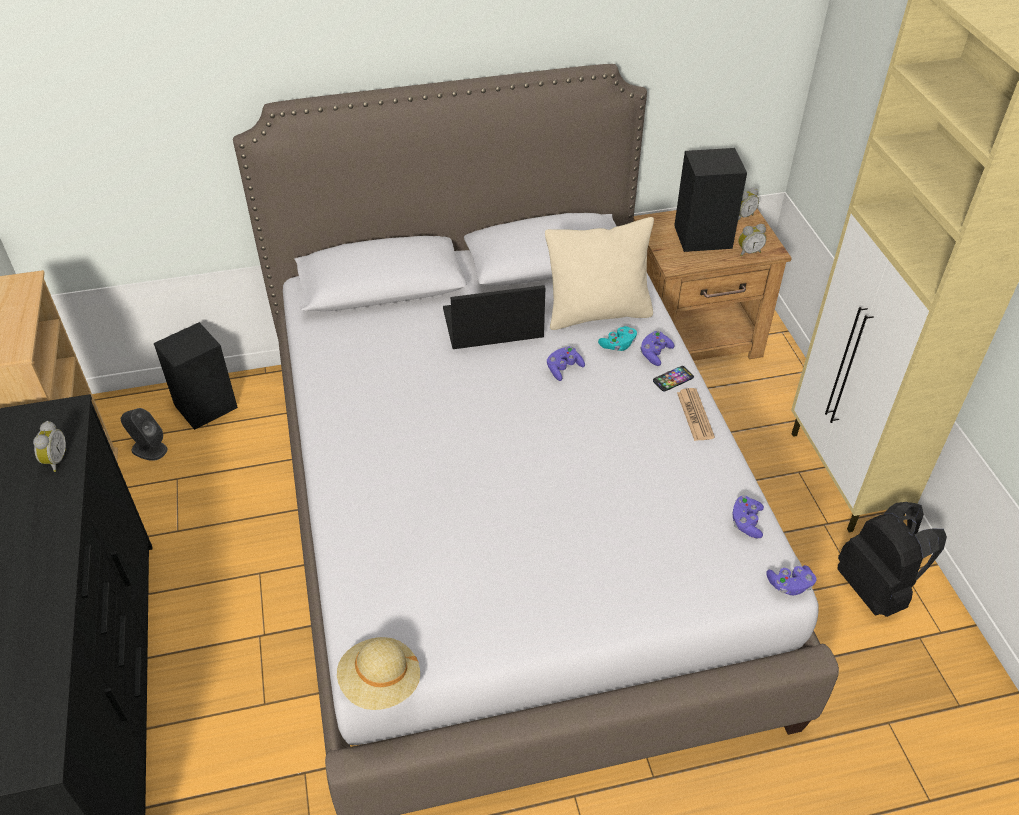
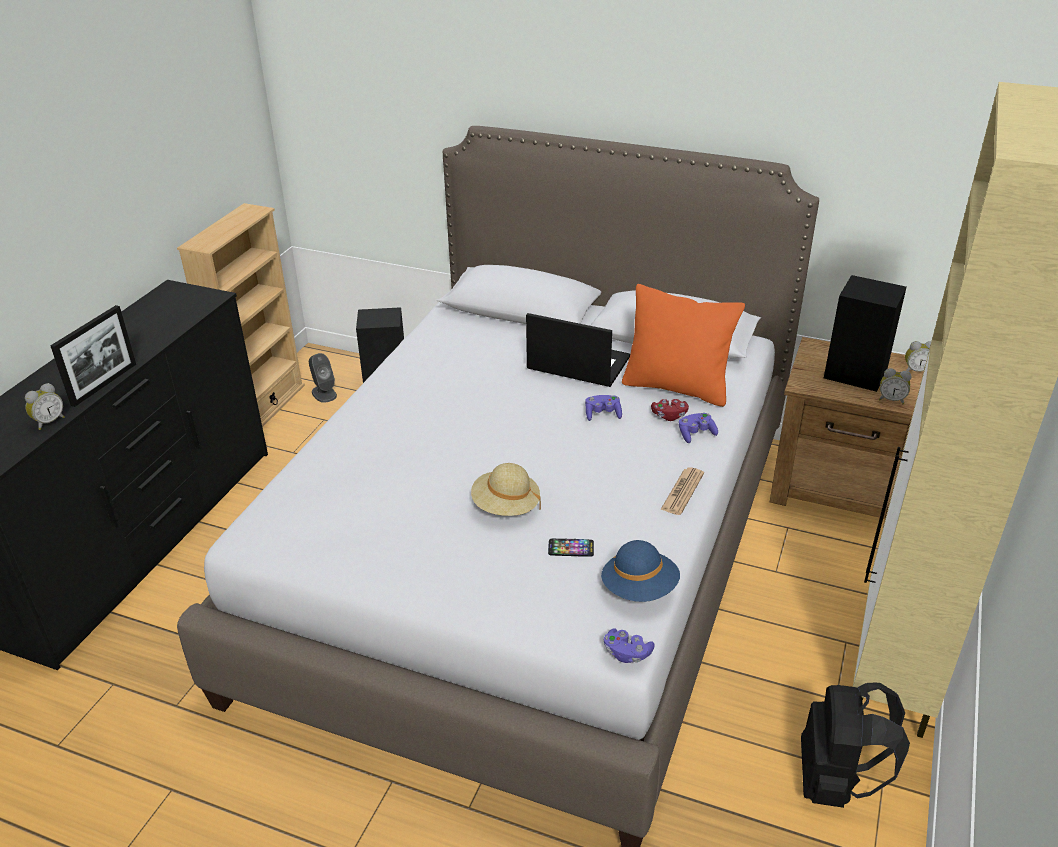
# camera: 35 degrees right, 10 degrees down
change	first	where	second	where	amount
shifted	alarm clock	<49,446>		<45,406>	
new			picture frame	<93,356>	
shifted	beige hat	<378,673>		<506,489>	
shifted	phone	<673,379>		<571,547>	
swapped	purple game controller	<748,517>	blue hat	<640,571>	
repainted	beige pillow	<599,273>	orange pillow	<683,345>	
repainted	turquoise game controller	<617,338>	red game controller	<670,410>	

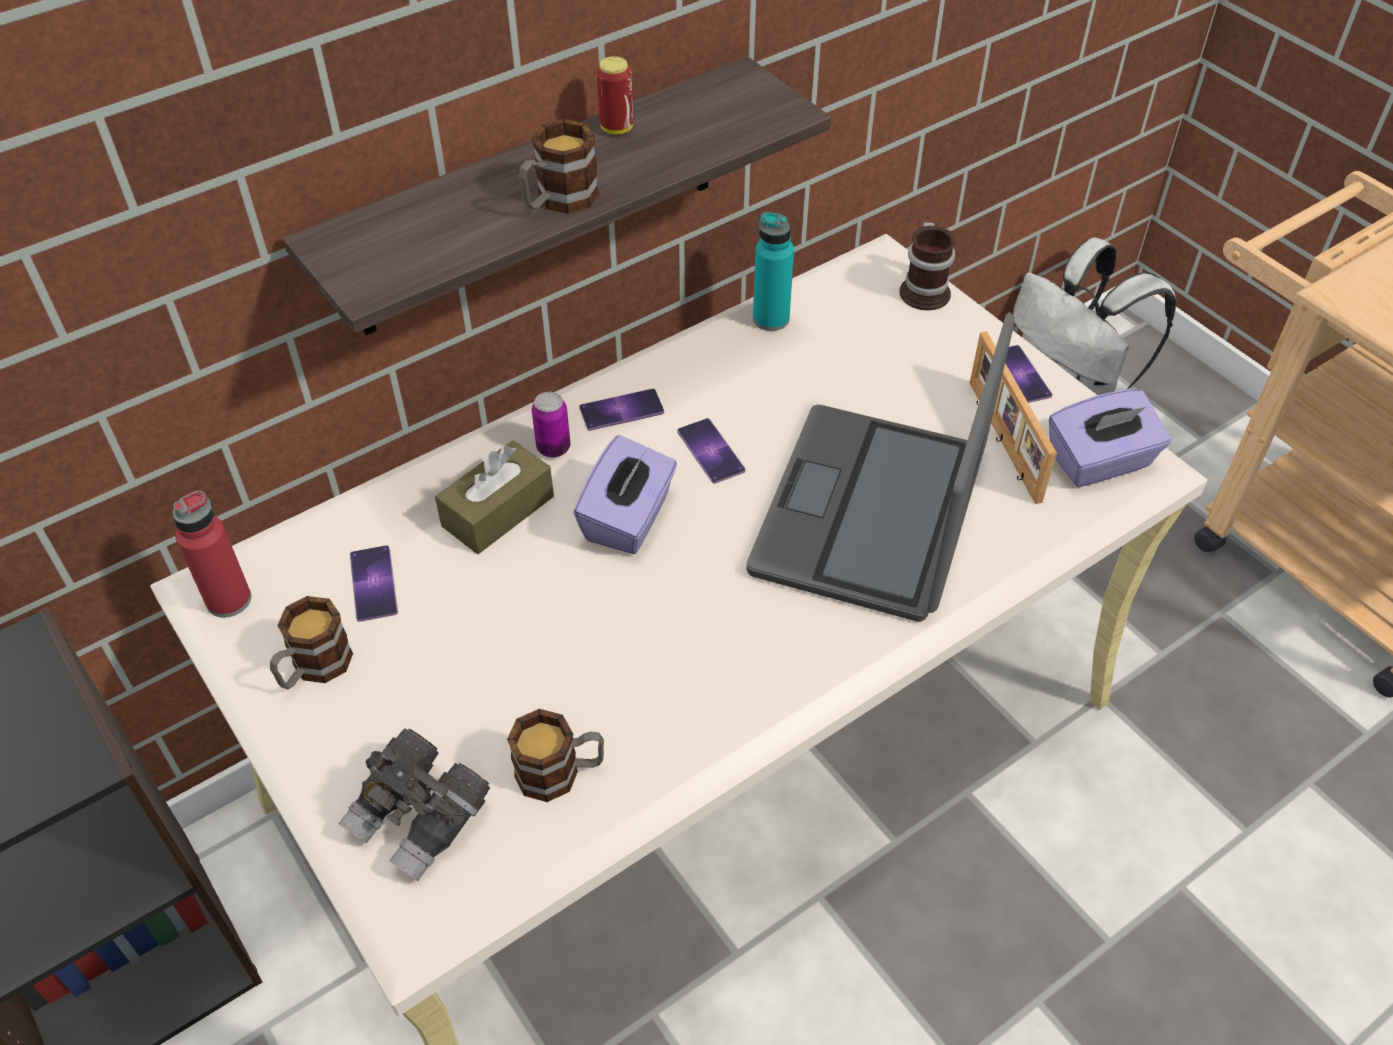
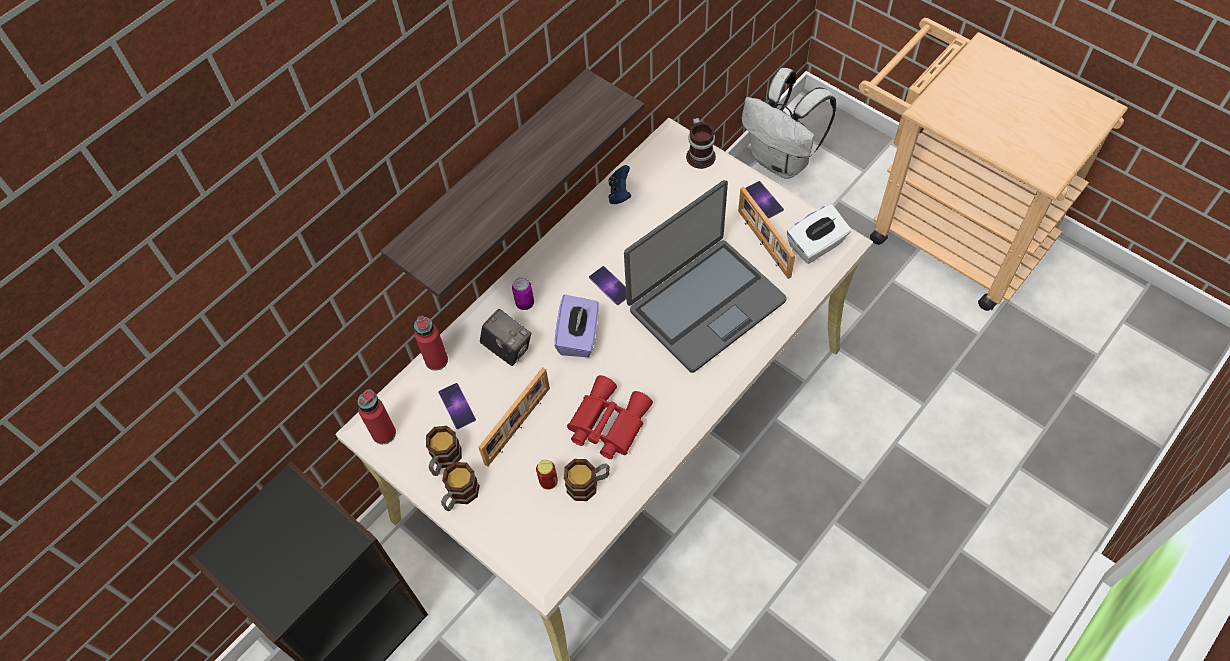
# camera: 10 degrees left, 10 degrees up
change	first	where	second	where	amount
new			red bottle	<431,343>	
shifted	mug	<559,166>		<460,486>	
new			picture frame	<514,417>	
swapped	brown tissue box	<494,497>	photo camera	<505,337>	
shifted	can	<615,95>		<547,475>	
new			red binoculars	<610,417>	
swapped	turquoise bottle	<773,271>	blue game controller	<619,184>	
rotated	laptop	<880,467>		<705,276>	135 degrees counterclockwise
repainted	purple tissue box	<1110,438>	white tissue box	<819,234>	
gone	grey binoculars	<414,805>			
gone	phone	<621,409>			

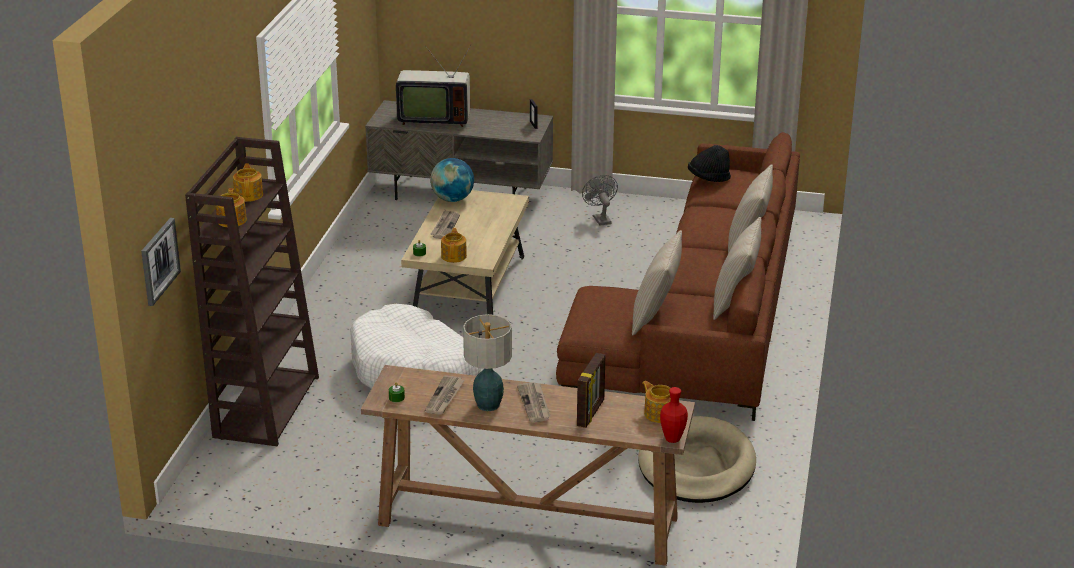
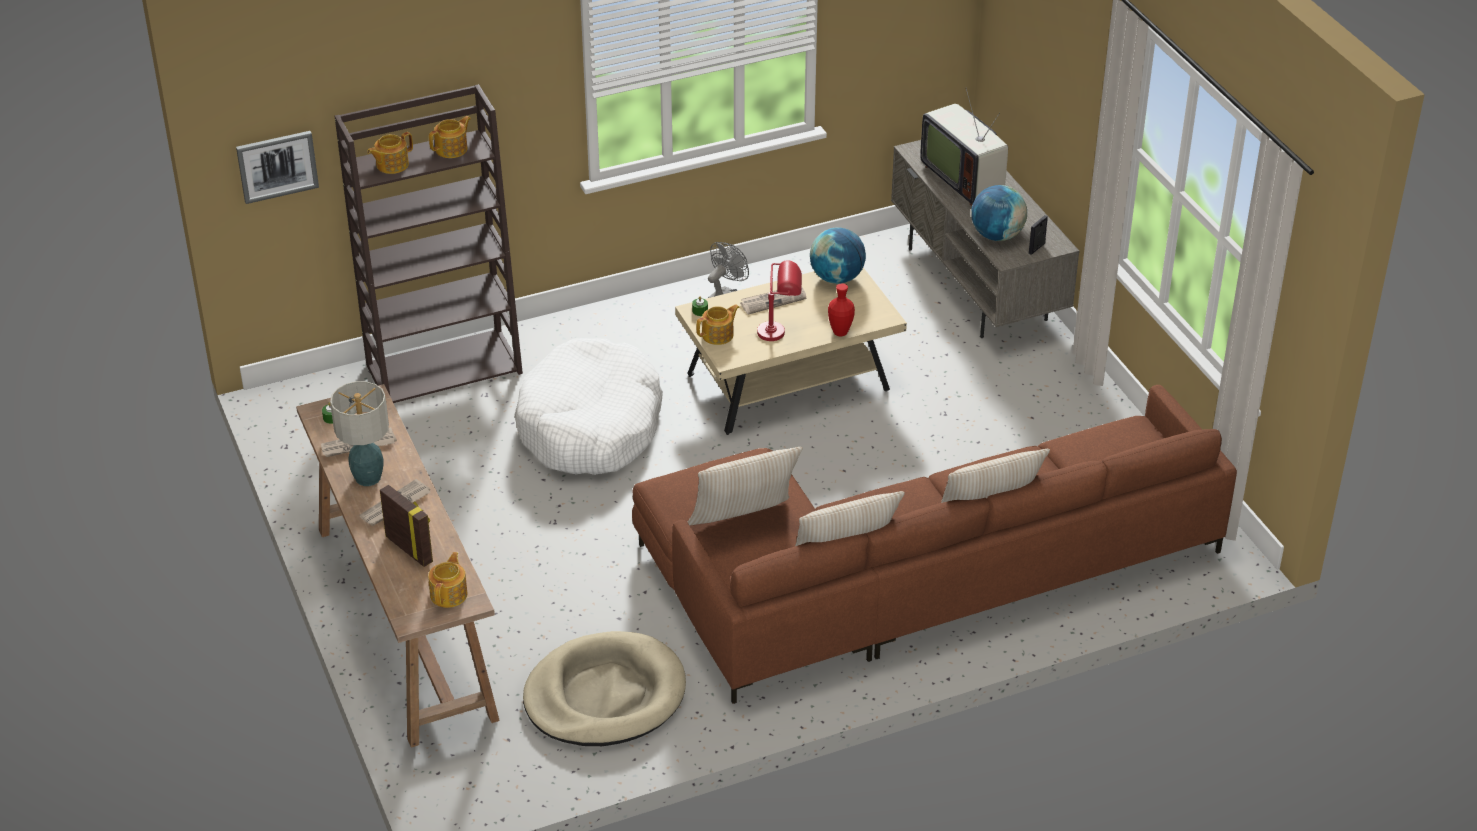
# camera: 55 degrees right, 10 degrees up
change	first	where	second	where	amount
rotated	picture frame	<591,390>		<406,526>	120 degrees counterclockwise
shifted	grey fan	<600,200>		<728,270>	
new			red table lamp	<779,300>	
shifted	red vase	<674,415>		<841,309>	
new			globe	<999,213>	
gone	black hat	<709,163>			

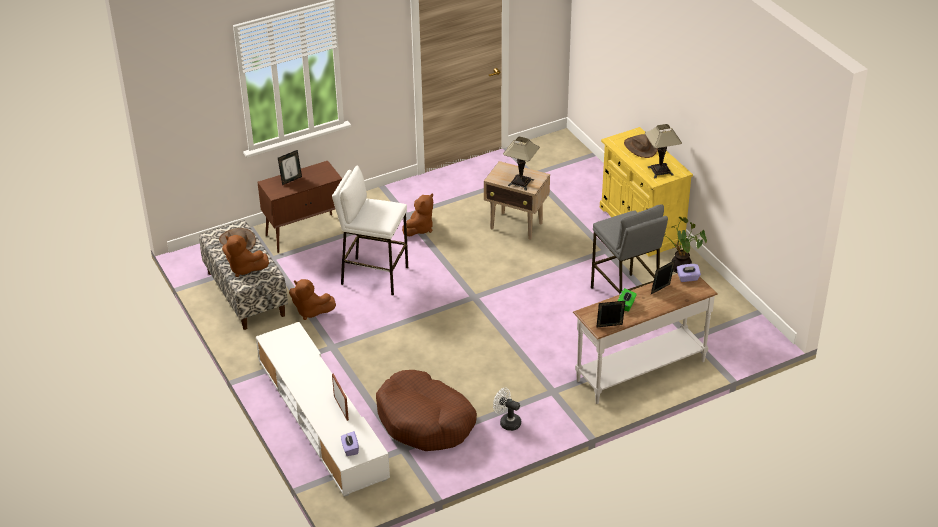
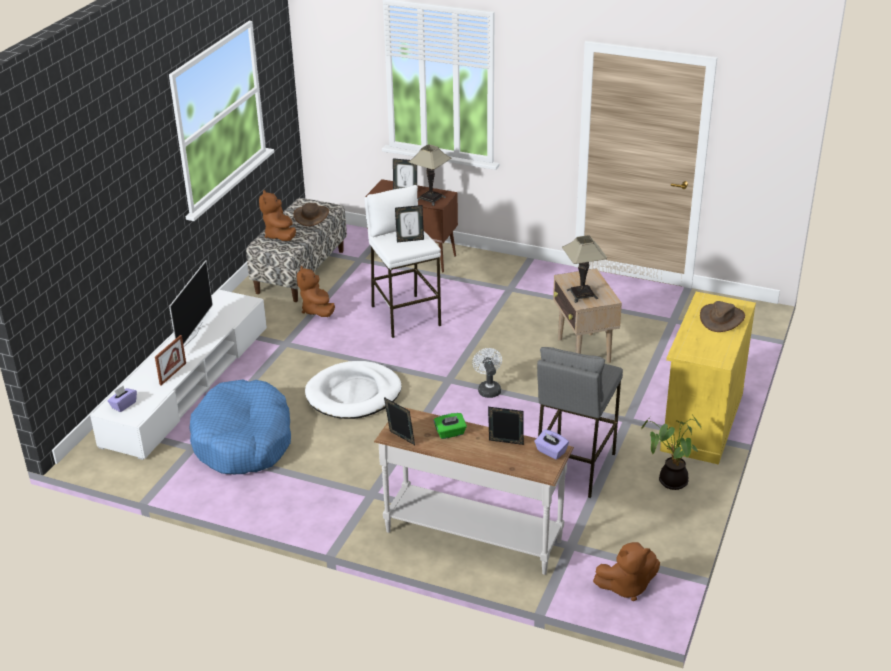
# camera: 50 degrees right, 5 degrees down
change	first	where	second	where	amount
new			television	<191,303>	
repainted	brown dog bed	<426,410>	blue dog bed	<240,426>	
new			white dog bed	<353,390>	
new			picture frame	<409,223>	
shifted	table lamp	<663,151>		<430,175>	
shifted	white fan	<507,409>		<487,373>	
shifted	brown plush toy	<417,214>		<626,571>	

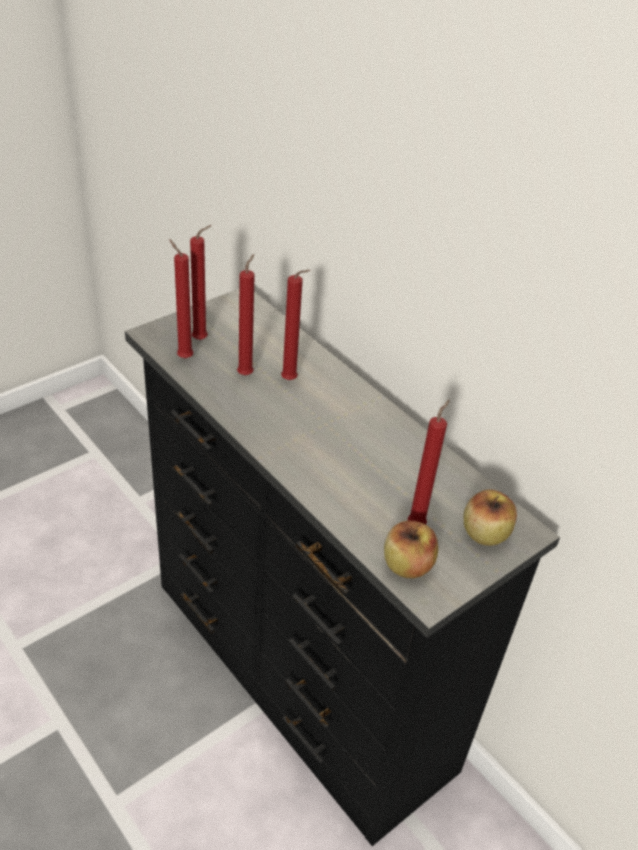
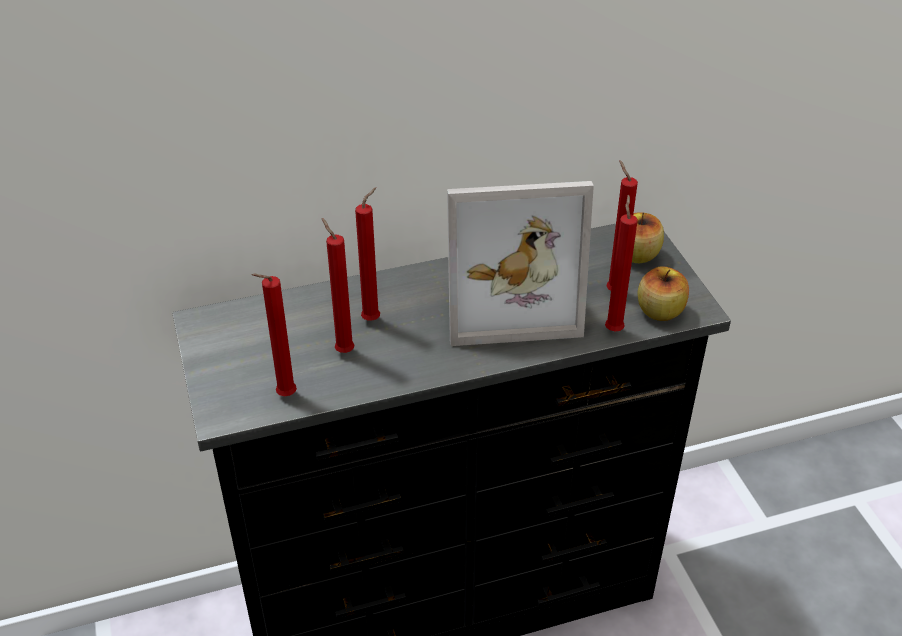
# camera: 65 degrees left, 0 degrees up
change	first	where	second	where	amount
new			picture frame	<520,263>	
shifted	red candle	<200,282>		<621,263>	

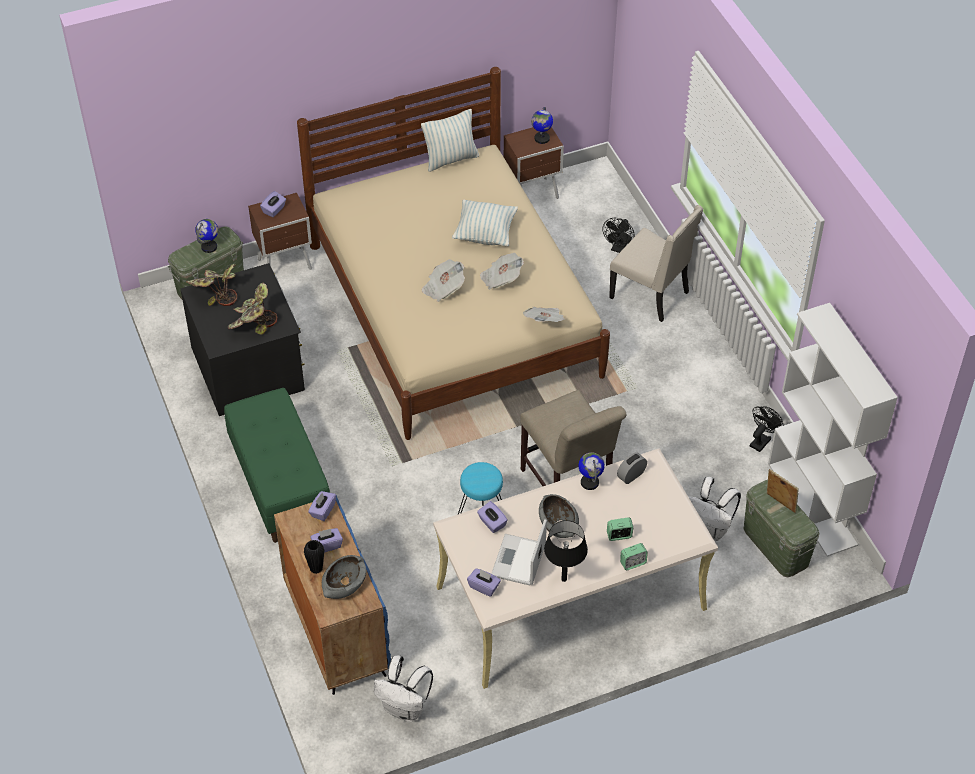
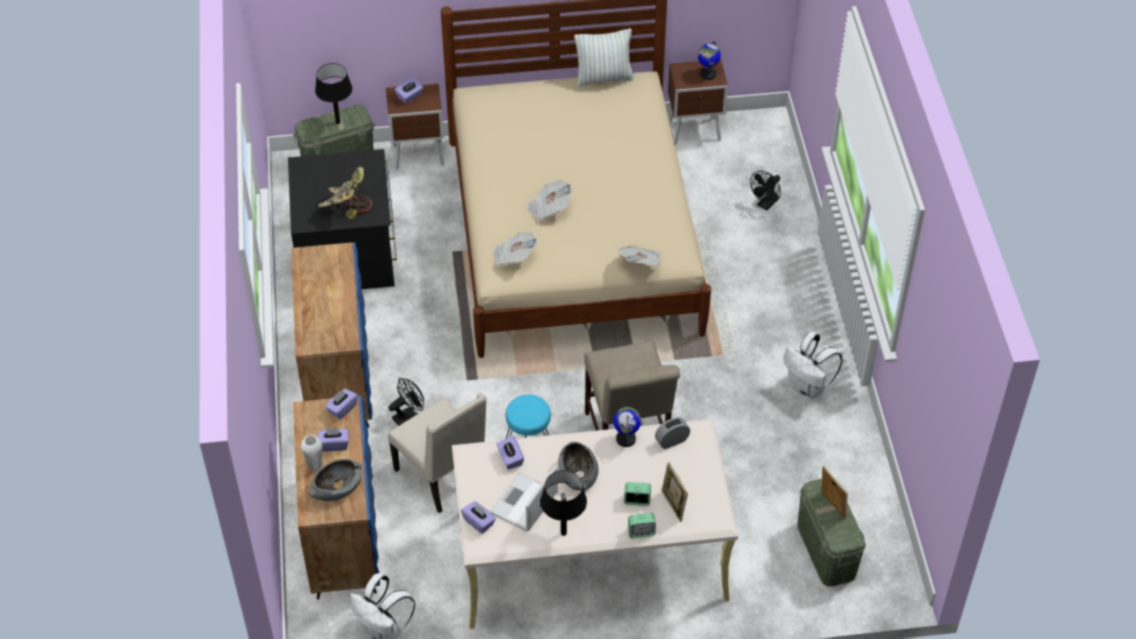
# camera: 15 degrees right, 0 degrees up
change	first	where	second	where	amount
swapped	green bench	<277,465>	blue cabinet	<331,335>	
repainted	black vase	<314,557>	white vase	<312,453>	
swapped	globe	<206,236>	black table lamp	<333,93>	
shifted	black fan	<767,429>		<406,402>	
shifted	beige chair	<656,263>		<437,453>	
shifted	newspaper	<502,271>		<515,248>	
new			picture frame	<675,492>	
shifted	white backpack	<714,509>		<813,366>	
gone	potted plant	<211,285>			
gone	pillow	<485,222>			
gone	white bookcase	<833,430>			

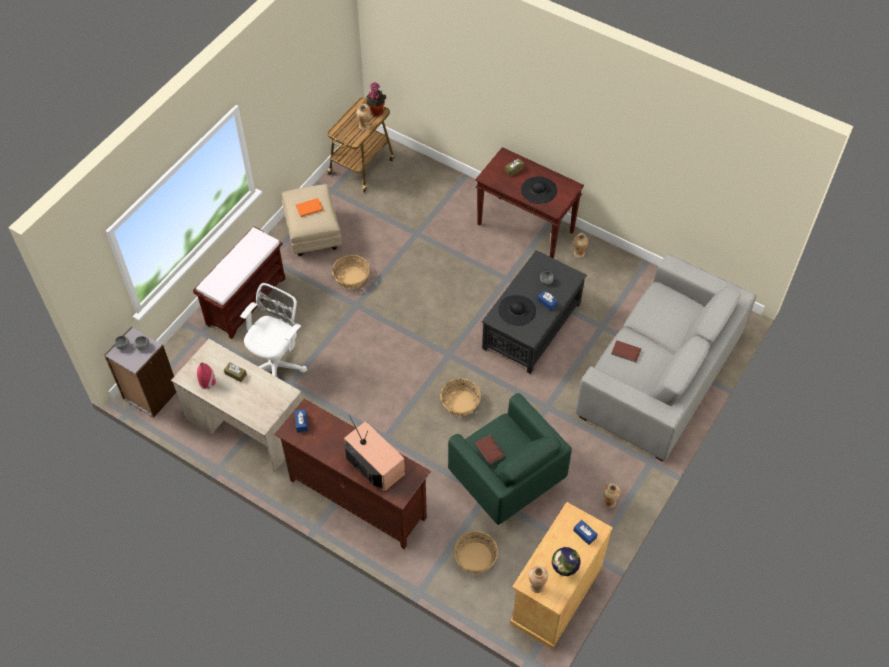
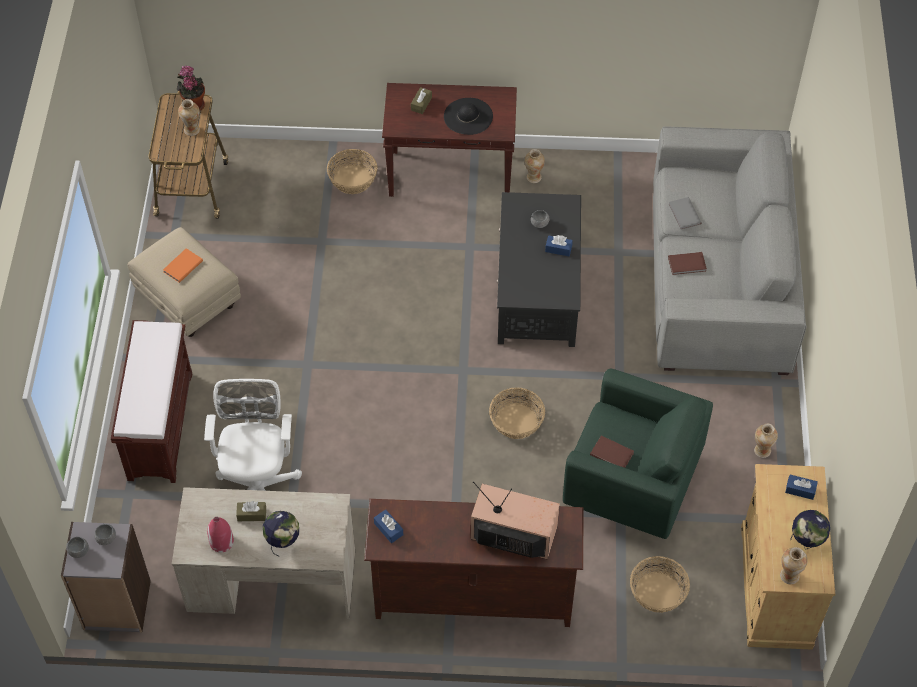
# camera: 30 degrees left, 0 degrees up
change	first	where	second	where	amount
new			globe	<281,533>	
shifted	basket	<351,272>		<352,171>	
new			grey book	<685,213>	
gone	black hat	<517,310>			

